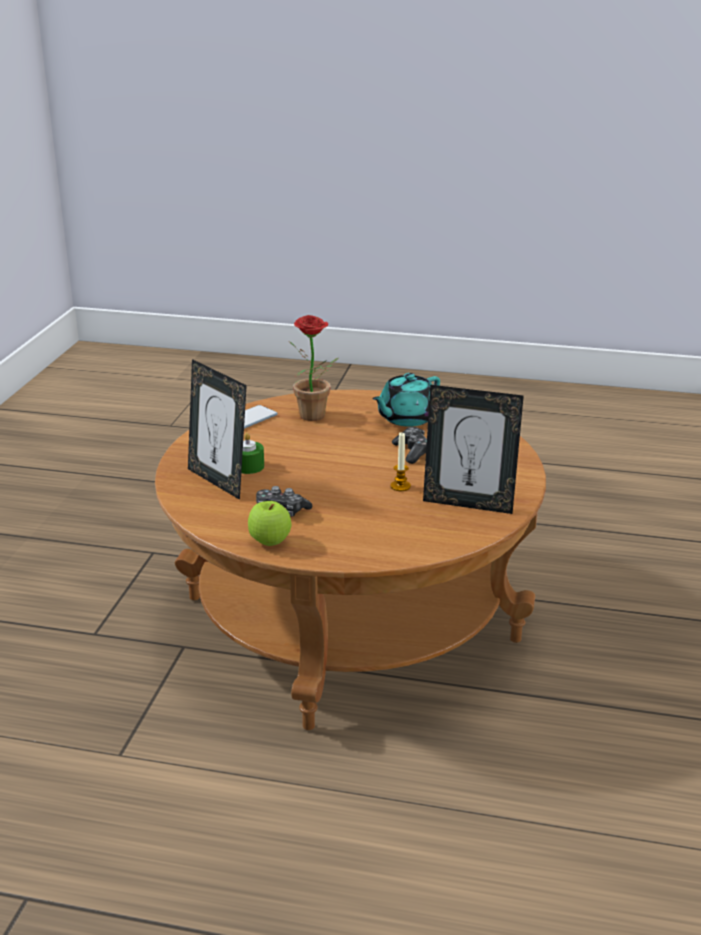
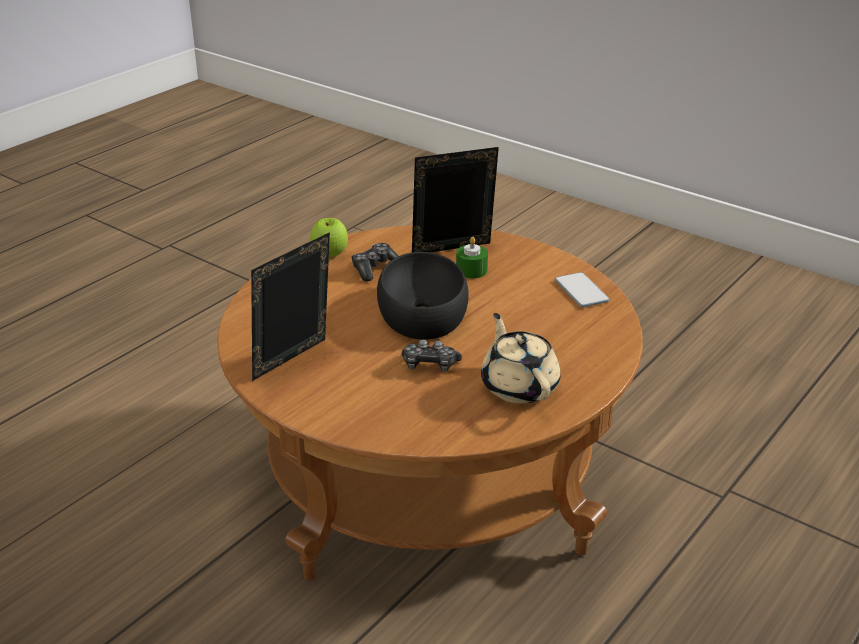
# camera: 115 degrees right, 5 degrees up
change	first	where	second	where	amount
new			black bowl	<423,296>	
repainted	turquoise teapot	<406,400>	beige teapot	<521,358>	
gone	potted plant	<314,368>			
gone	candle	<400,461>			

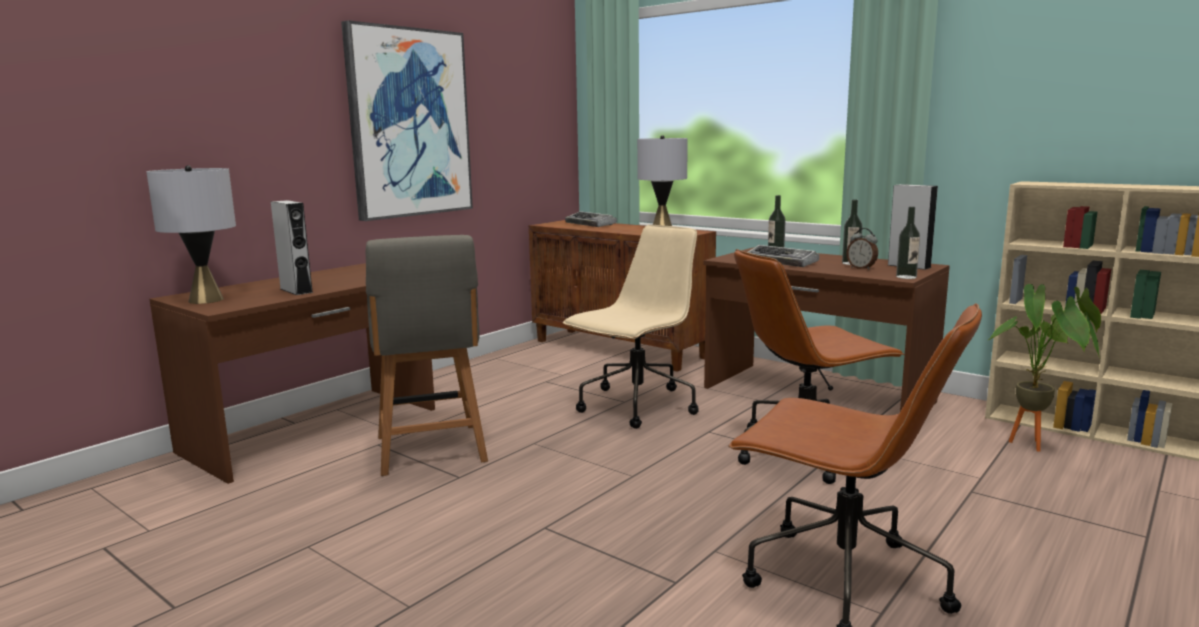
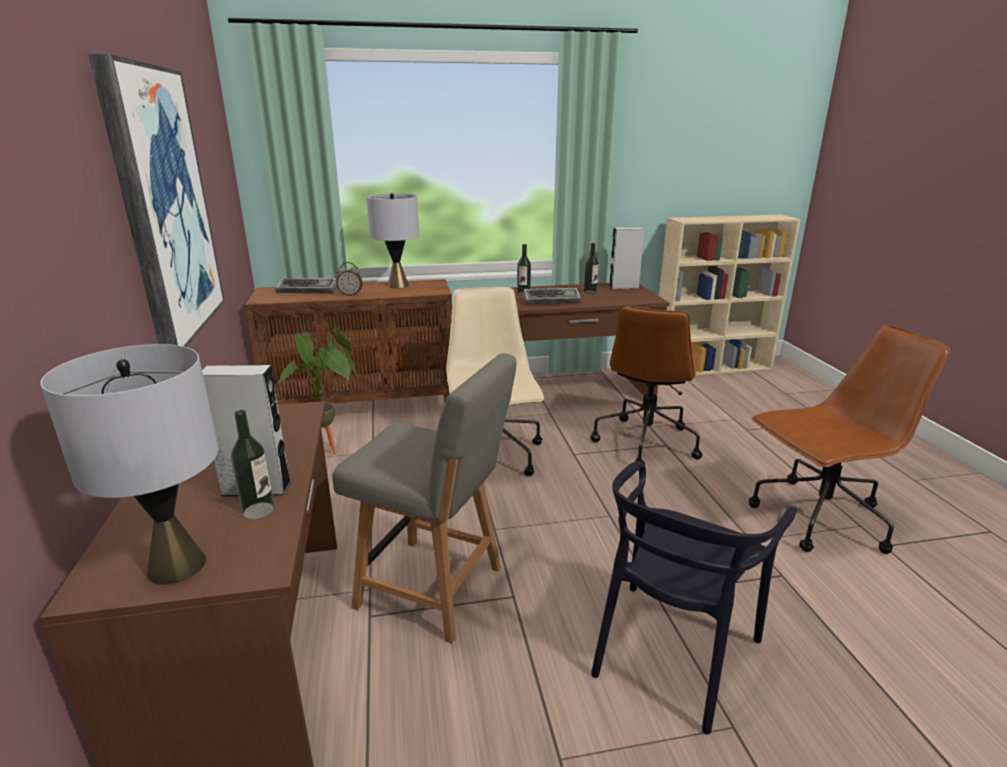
# camera: 50 degrees left, 10 degrees up
change	first	where	second	where	amount
shifted	bottle	<908,243>		<253,465>	
shifted	potted plant	<1044,367>		<318,391>	
shifted	alarm clock	<862,249>		<349,279>	
new			black chair	<694,597>	

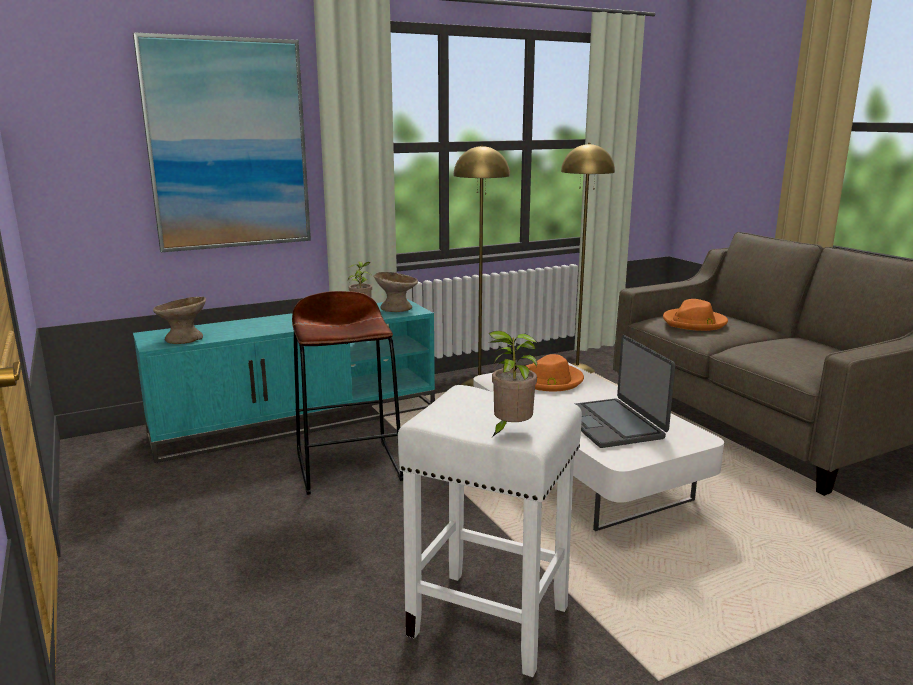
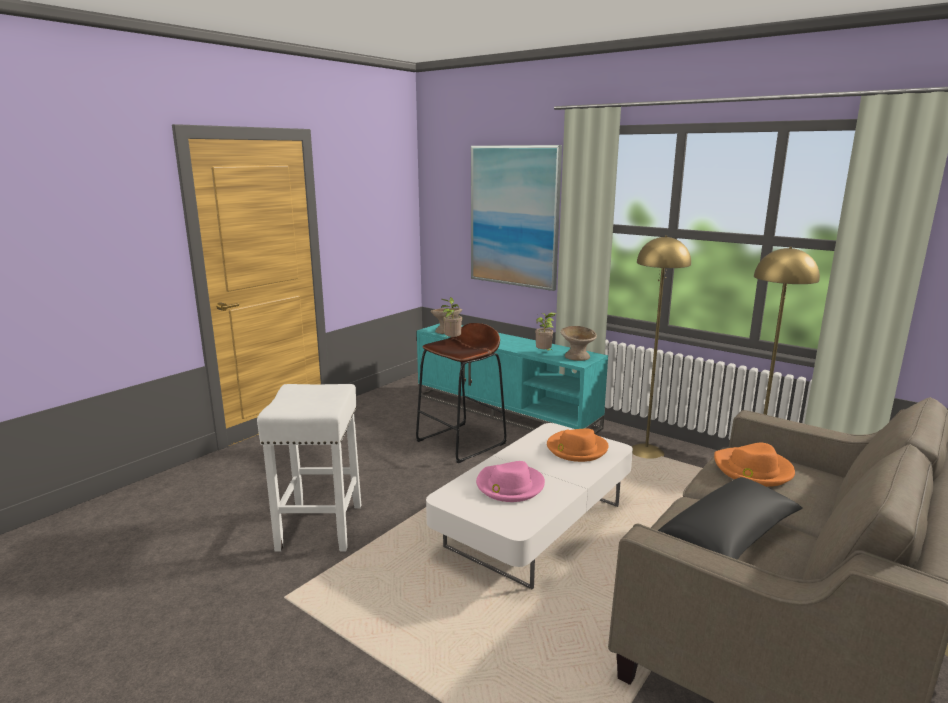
# camera: 65 degrees right, 0 degrees up
change	first	where	second	where	amount
shifted	potted plant	<513,384>		<451,317>	
swapped	laptop	<625,391>	pink hat	<510,481>	
new			black pillow	<730,518>	

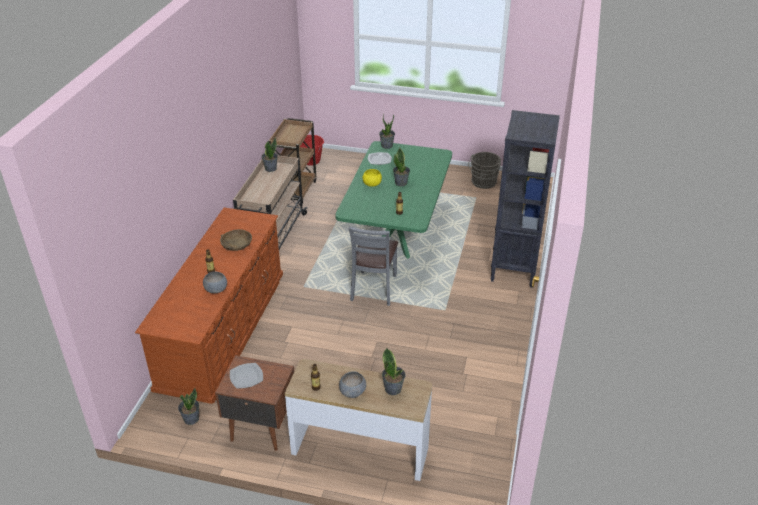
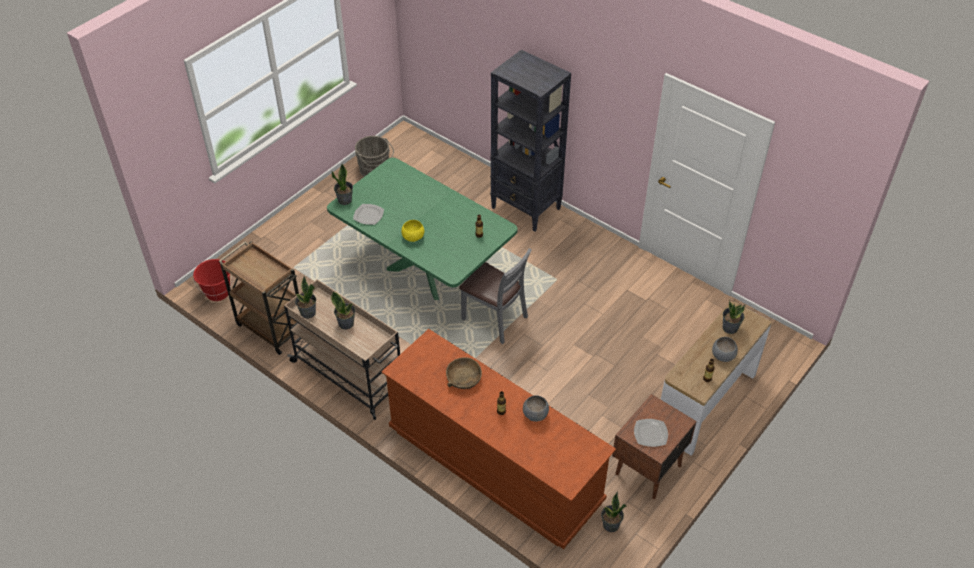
# camera: 65 degrees left, 10 degrees up
change	first	where	second	where	amount
shifted	potted plant	<401,167>		<343,311>	

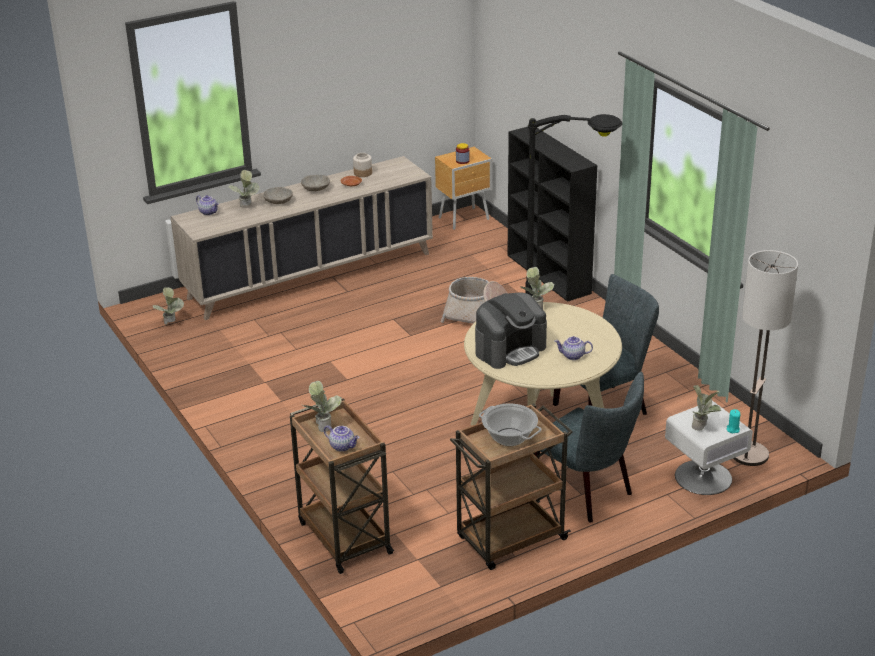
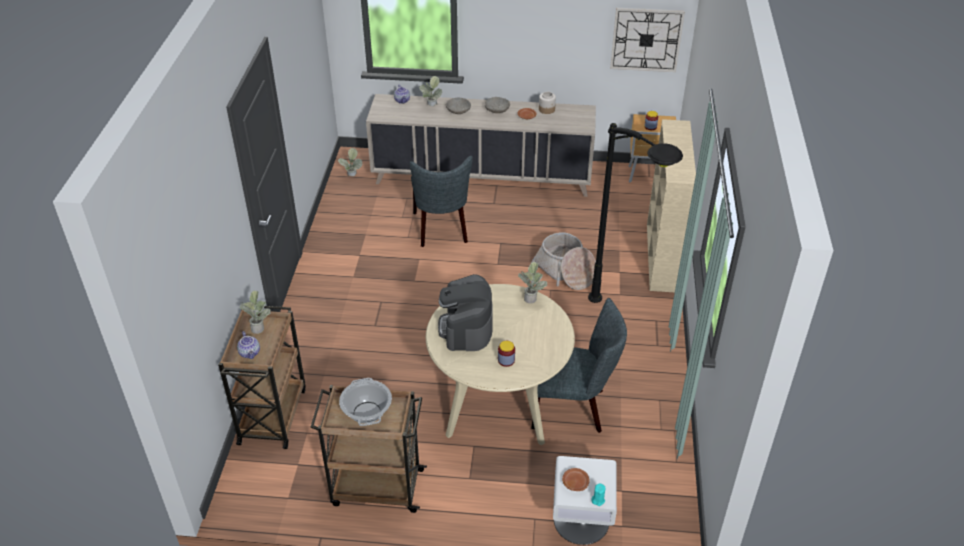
# camera: 35 degrees right, 10 degrees up
change	first	where	second	where	amount
shifted	grey chair	<589,447>		<441,201>	
rotated	coffee machine	<511,331>		<465,312>	90 degrees clockwise
swapped	teapot	<574,348>	jar	<506,354>	
swapped	potted plant	<706,408>	brown plate	<576,479>	
new			wall clock	<647,40>	
repainted	black bookcase	<552,214>	beige bookcase	<671,205>	
gone	floor lamp	<765,358>			

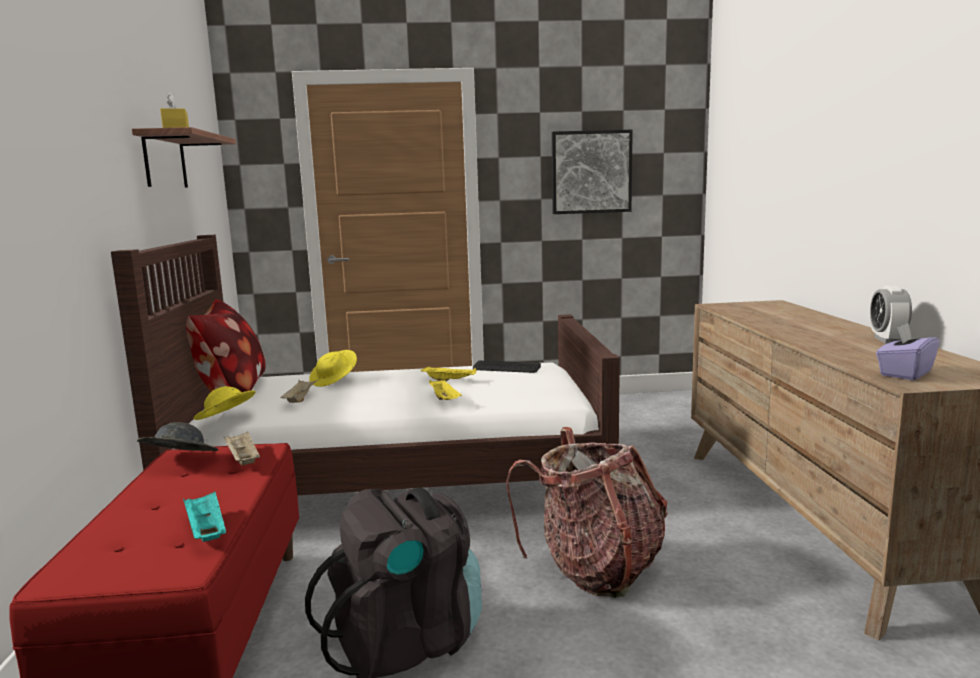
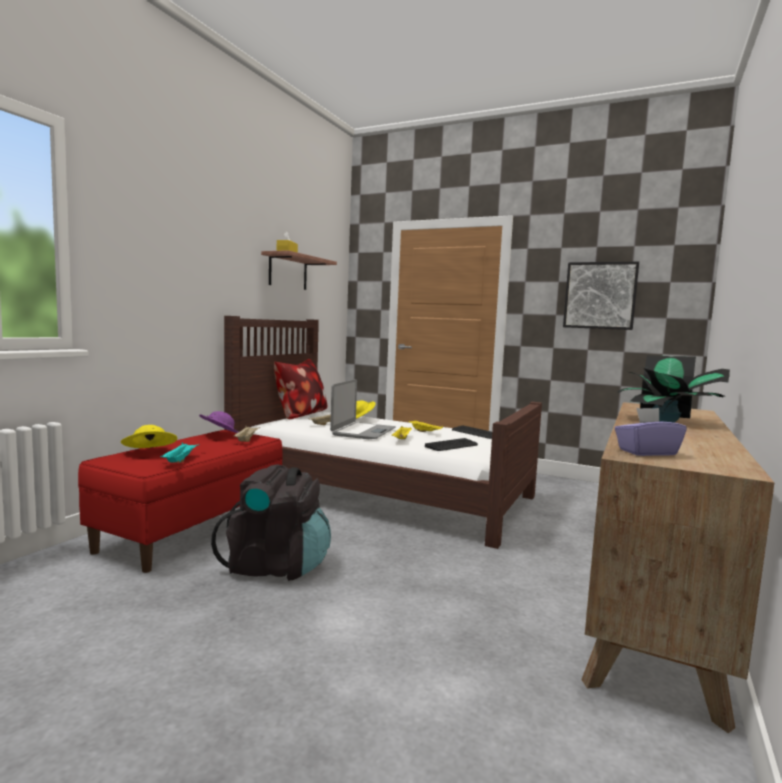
# camera: 30 degrees right, 5 degrees down
change	first	where	second	where	amount
shifted	yellow hat	<225,403>		<149,436>	
repainted	grey hat	<177,436>	purple hat	<218,422>	
new			laptop	<363,409>	
new			keyboard	<451,444>	
new			potted plant	<674,389>	
gone	backpack	<587,512>			
gone	alarm clock	<891,315>			

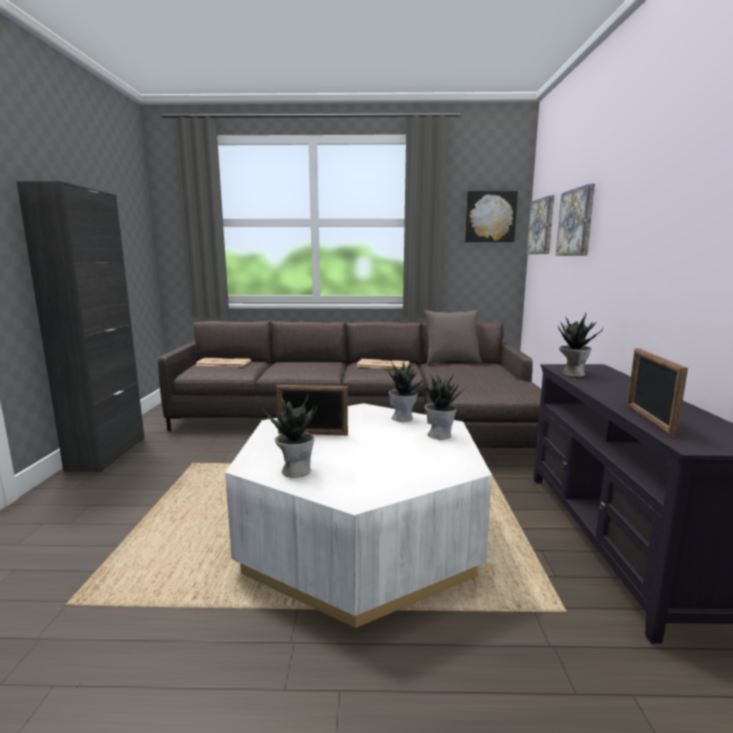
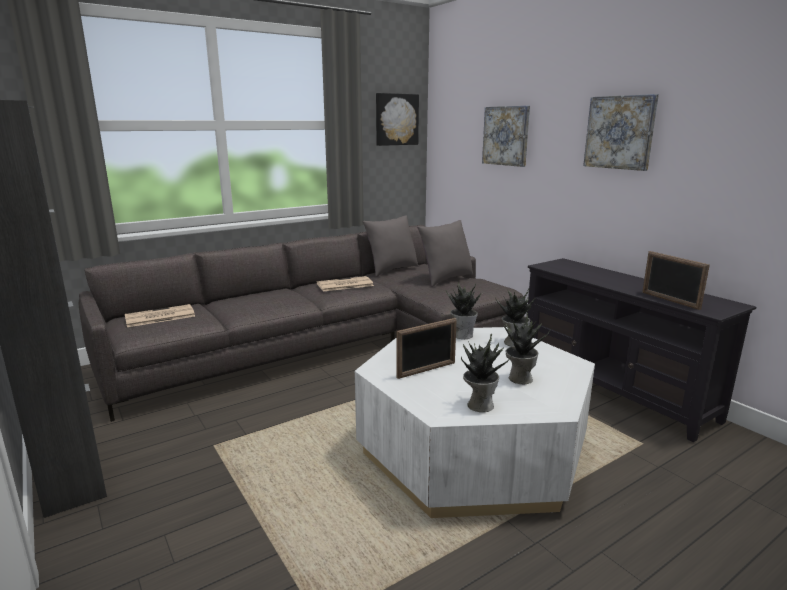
# camera: 35 degrees left, 5 degrees up
change	first	where	second	where	amount
new			grey pillow	<445,253>	
shifted	potted plant	<580,345>		<527,348>	
shifted	picture	<540,224>		<621,132>	

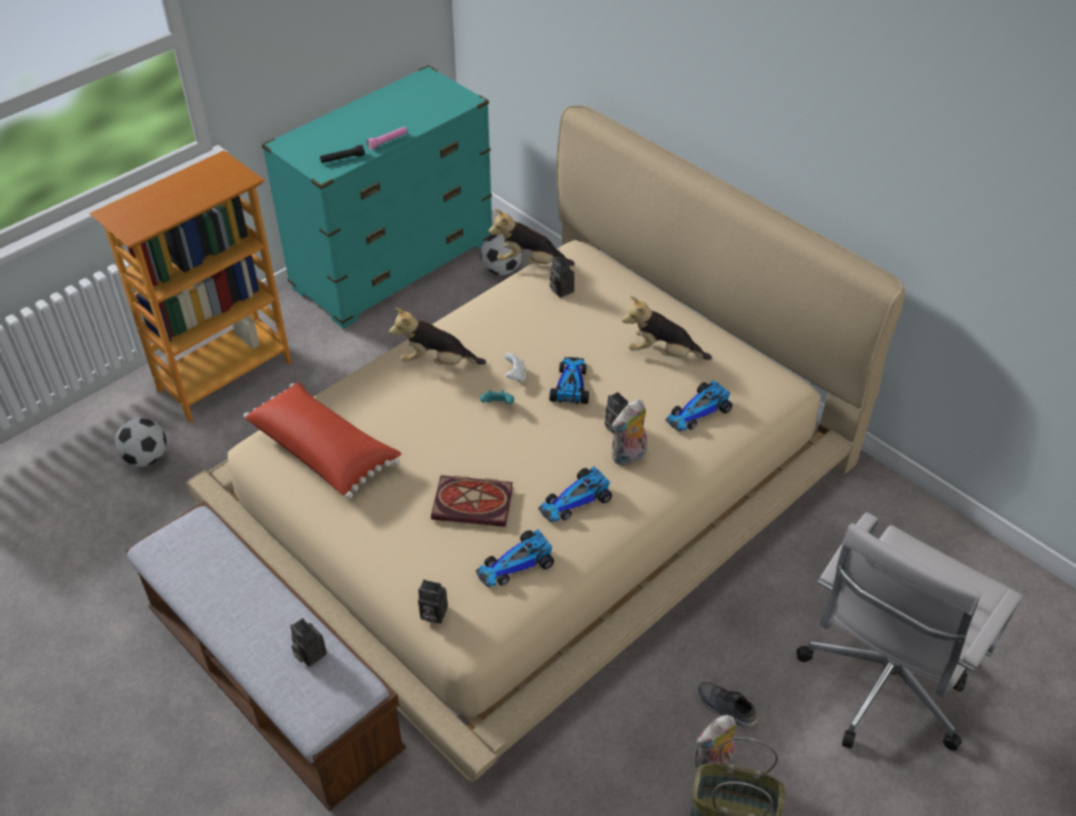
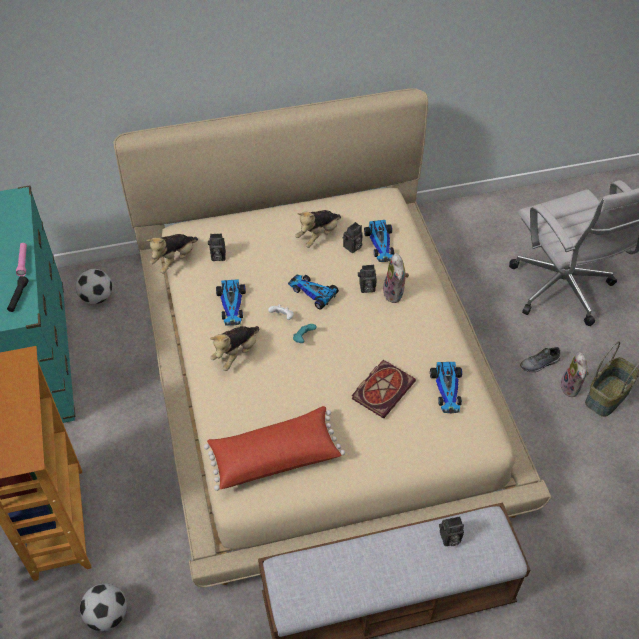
# camera: 60 degrees left, 5 degrees up
change	first	where	second	where	amount
shifted	toy car	<575,494>		<231,302>	
shifted	photo camera	<433,602>		<352,237>	

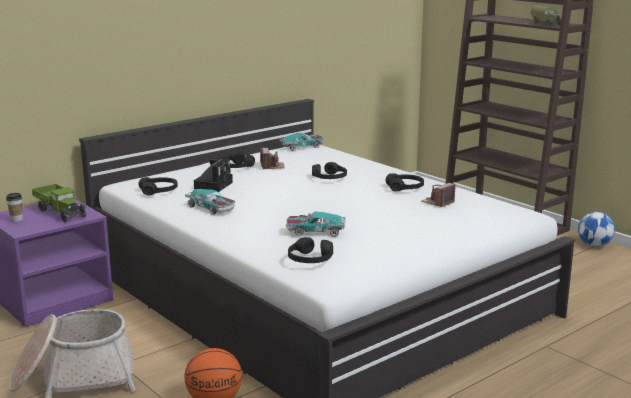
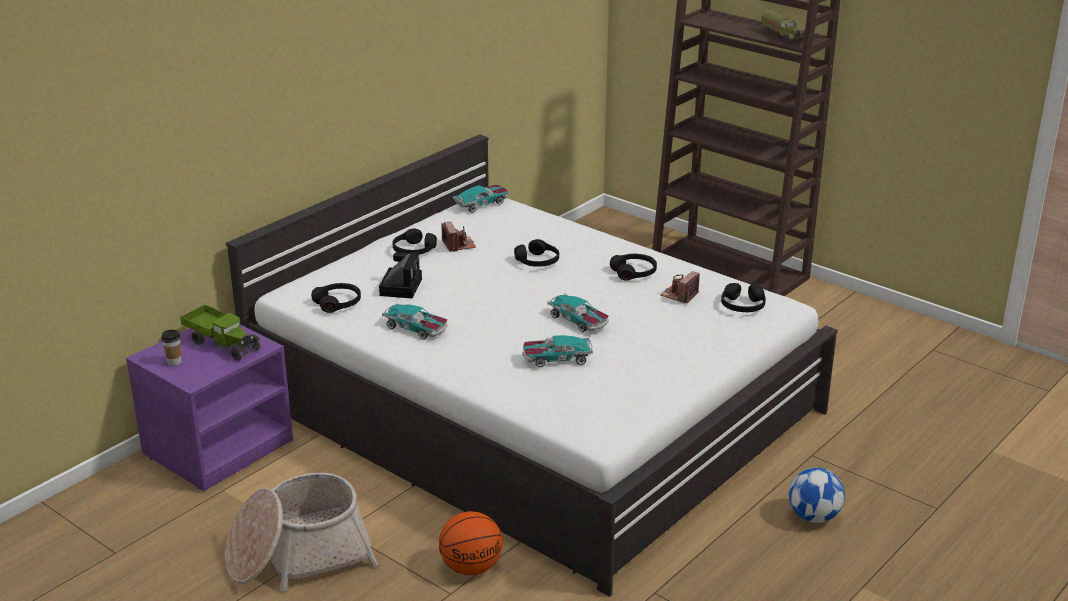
# camera: 10 degrees left, 10 degrees up
change	first	where	second	where	amount
new			toy car	<578,313>	
shifted	black headphones	<310,250>		<743,297>	
shifted	football	<596,229>		<817,495>	

